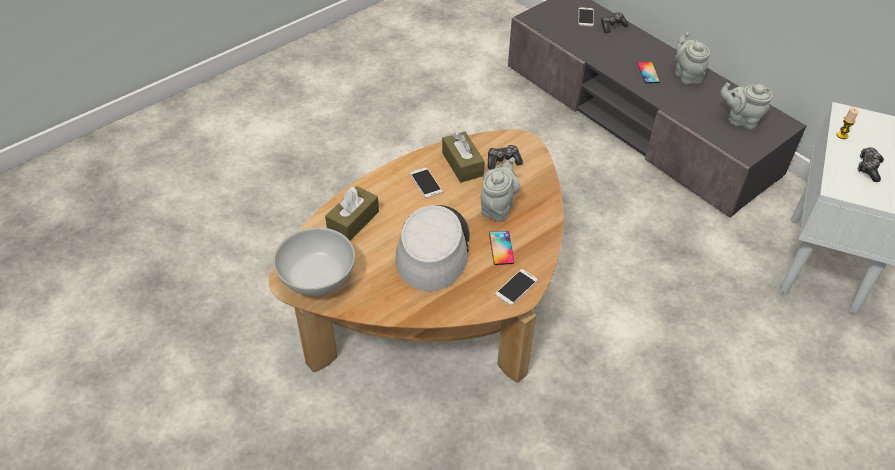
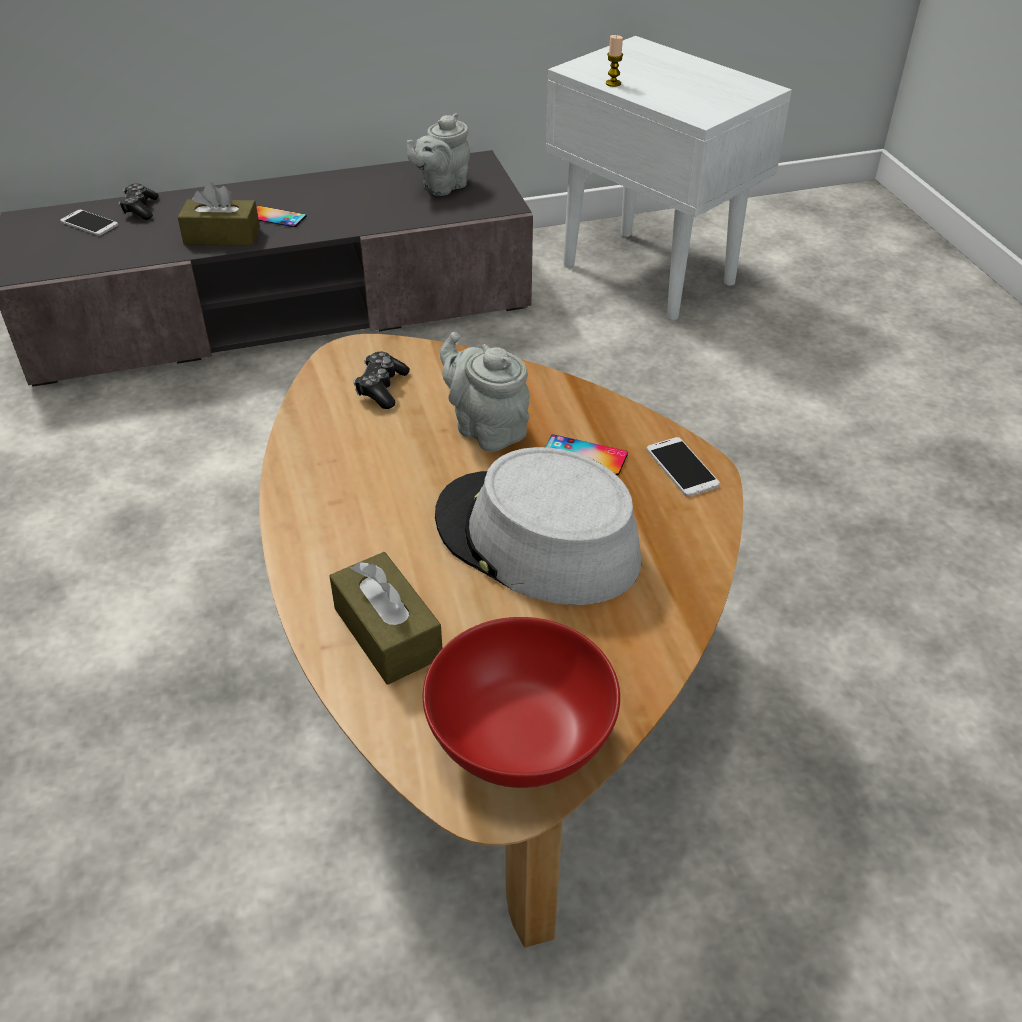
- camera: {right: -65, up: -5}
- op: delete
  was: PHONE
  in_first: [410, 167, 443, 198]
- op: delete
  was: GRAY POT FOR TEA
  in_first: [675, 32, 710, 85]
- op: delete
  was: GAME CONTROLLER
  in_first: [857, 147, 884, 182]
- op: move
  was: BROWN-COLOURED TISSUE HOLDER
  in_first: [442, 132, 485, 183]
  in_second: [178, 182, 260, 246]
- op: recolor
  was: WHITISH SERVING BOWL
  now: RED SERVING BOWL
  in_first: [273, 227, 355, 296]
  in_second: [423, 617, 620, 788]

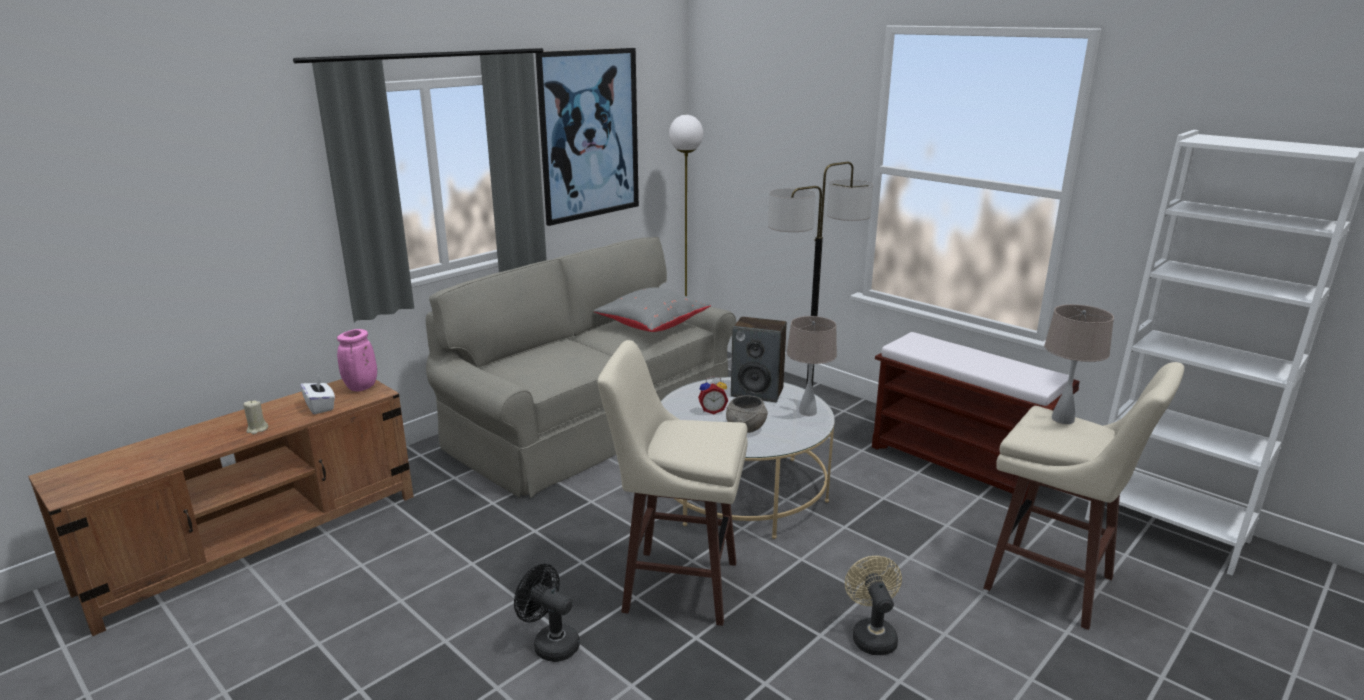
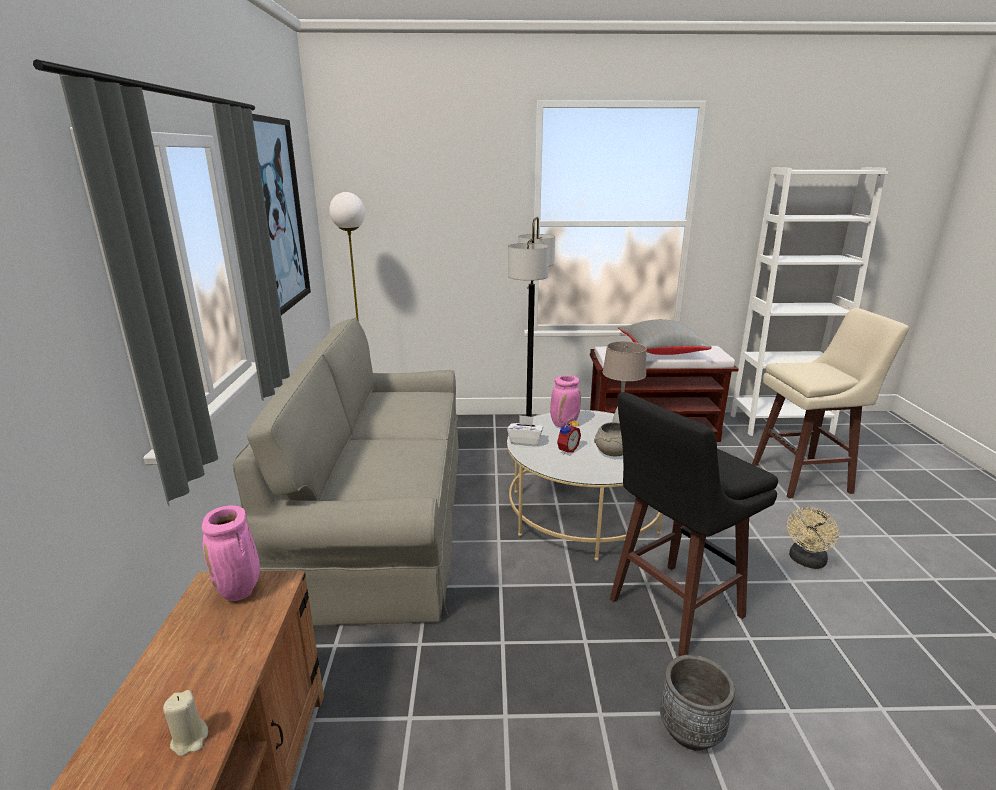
- camera: {right: -45, up: 0}
- op: delete
  was: BEIGE-COLOURED TABLE LAMP
  in_first: [1044, 304, 1114, 424]
- op: move
  was: WHITISH TISSUE HOLDER
  in_first: [300, 375, 335, 414]
  in_second: [507, 415, 543, 446]
- op: move
  was: GRAY CUSHION
  in_first: [594, 287, 711, 332]
  in_second: [618, 319, 712, 355]
- op: replace
  was: BLACK-COLOURED ELECTRIC FAN
  now: GRAY PLANTER
  in_first: [514, 564, 580, 662]
  in_second: [660, 655, 735, 751]
- op: replace
  was: AUDIO SPEAKER
  now: PINKISH FLOWER VASE
  in_first: [731, 316, 787, 402]
  in_second: [550, 375, 581, 427]
- op: recolor
  was: BEIGE-COLOURED STOOL SEAT
  now: BLACK-COLOURED STOOL SEAT
  in_first: [597, 340, 748, 626]
  in_second: [610, 392, 778, 656]
- op: rotate
  was: BEIGE-COLOURED ELECTRIC FAN
  in_first: [845, 556, 902, 655]
  in_second: [787, 507, 839, 569]
  clockwise: -90

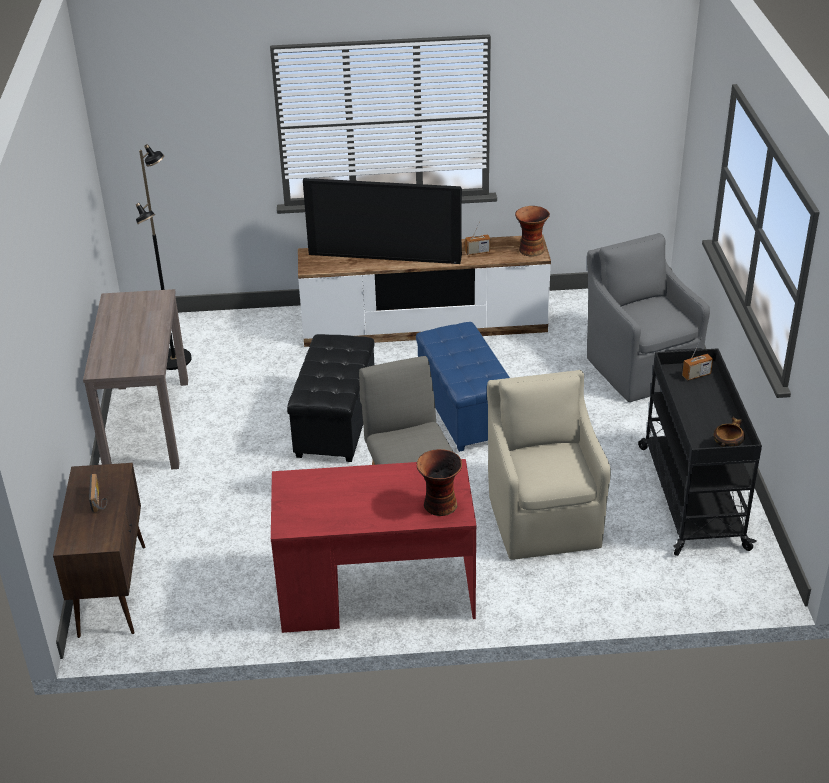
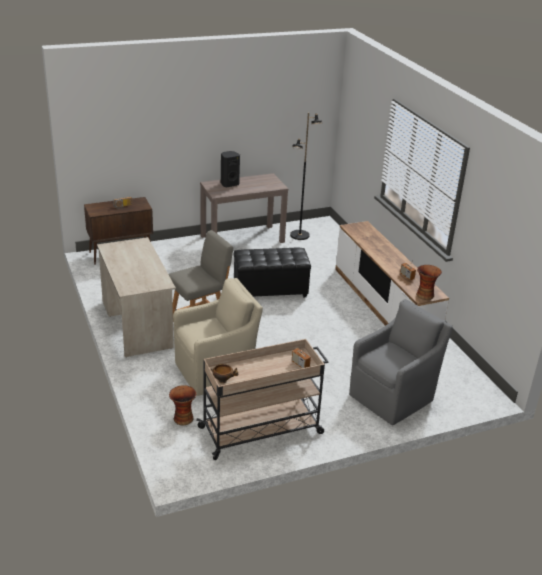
- camera: {right: 70, up: -5}
- op: delete
  was: TELEVISION
  in_first: [303, 178, 462, 264]
- op: delete
  was: BLUISH OTTOMAN
  in_first: [416, 322, 510, 452]
- op: insert
  now: BLACK-COLOURED AUDIO SPEAKER
  in_second: [221, 151, 240, 187]
- op: move
  was: FLOWER VASE
  in_first: [417, 449, 462, 516]
  in_second: [169, 385, 196, 426]
- op: recolor
  was: RED DESK
  now: BEIGE-COLOURED DESK
  in_first: [271, 459, 477, 633]
  in_second: [97, 237, 176, 357]
- op: recolor
  was: BLACK-COLOURED WHEELED CART
  now: BEIGE-COLOURED WHEELED CART
  in_first: [638, 348, 762, 556]
  in_second: [196, 339, 329, 460]

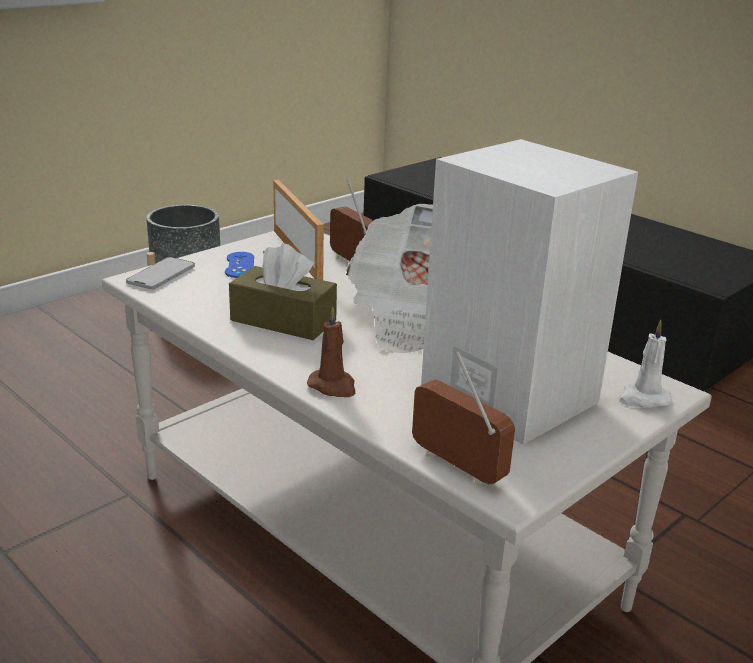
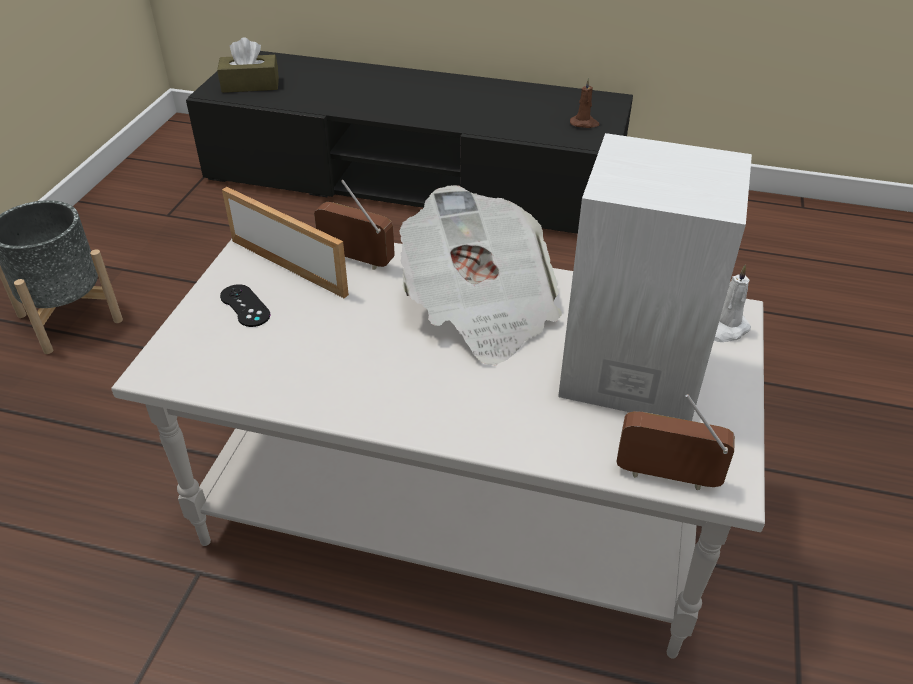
- camera: {right: -30, up: 15}
- op: delete
  was: PHONE
  in_first: [126, 257, 195, 290]
- op: move
  was: BROWN-COLOURED TISSUE HOLDER
  in_first: [229, 244, 337, 340]
  in_second: [217, 38, 279, 93]
- op: move
  was: BROWN-COLOURED WAX LIGHT
  in_first: [307, 307, 355, 397]
  in_second: [570, 78, 600, 128]
- op: recolor
  was: BLUISH GAME CONTROLLER
  now: BLACK-COLOURED GAME CONTROLLER
  in_first: [225, 252, 254, 278]
  in_second: [220, 284, 270, 327]

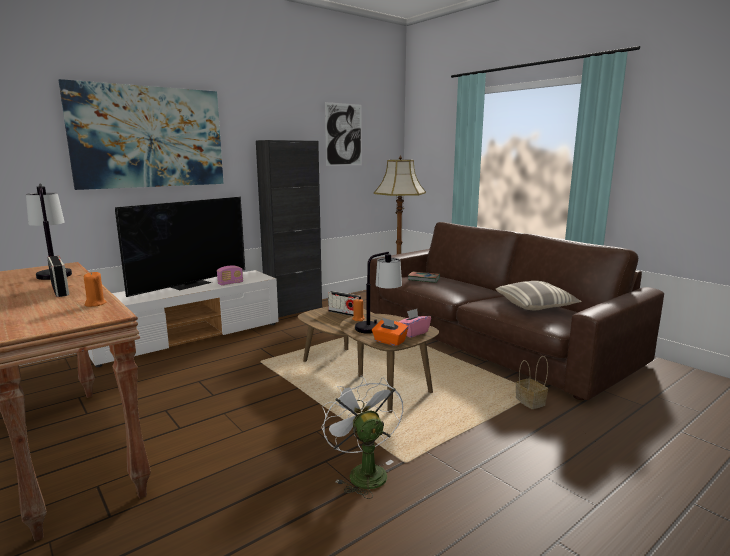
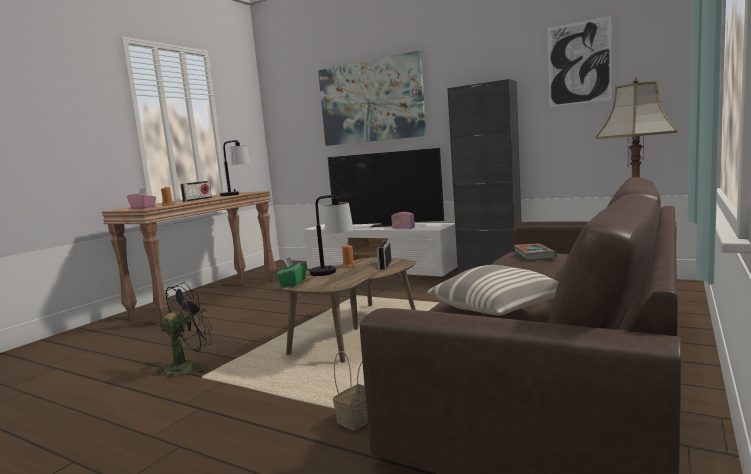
- camera: {right: 70, up: -5}
- op: move
  was: PINKISH TISSUE HOLDER
  in_first: [399, 309, 431, 338]
  in_second: [127, 188, 156, 209]
- op: recolor
  was: WHITISH ELECTRIC FAN
  now: BLACK-COLOURED ELECTRIC FAN
  in_first: [321, 375, 403, 499]
  in_second: [152, 282, 213, 376]
- op: recolor
  was: ORANGEY TISSUE HOLDER
  now: GREEN-COLOURED TISSUE HOLDER
  in_first: [372, 318, 408, 346]
  in_second: [276, 257, 306, 286]

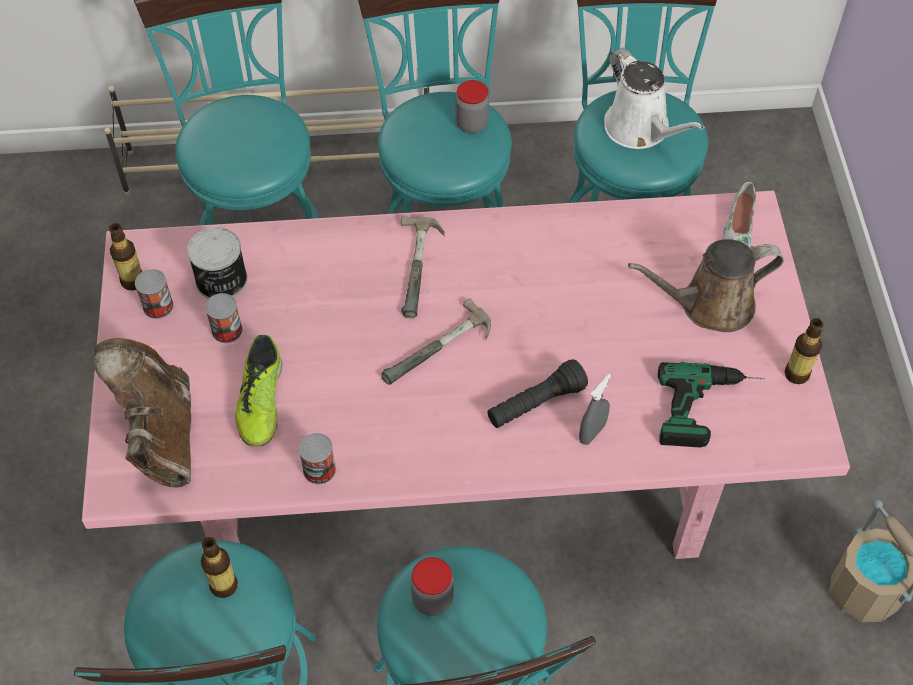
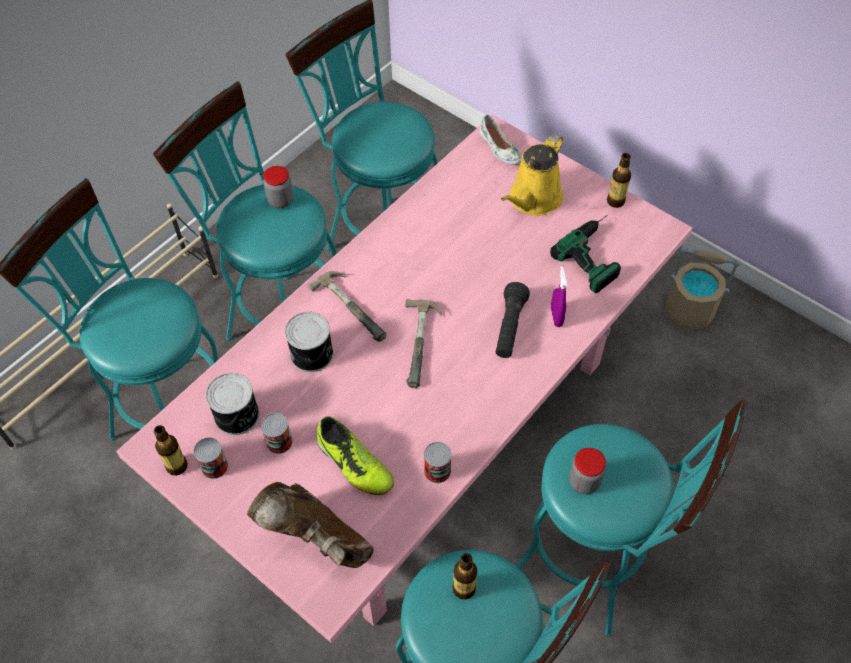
- camera: {right: -45, up: 0}
- op: delete
  was: WHITISH SPRINKLING CAN
  in_first: [604, 48, 704, 149]
- op: insert
  now: CAN
  in_second: [285, 312, 333, 372]
- op: recolor
  was: GRAY SPRAY BOTTLE
  now: PURPLE-COLOURED SPRAY BOTTLE
  in_first: [579, 374, 611, 445]
  in_second: [551, 266, 568, 327]
- op: recolor
  was: BROWN-COLOURED SPRINKLING CAN
  now: YELLOWISH SPRINKLING CAN
  in_first: [628, 239, 784, 332]
  in_second: [501, 134, 564, 216]

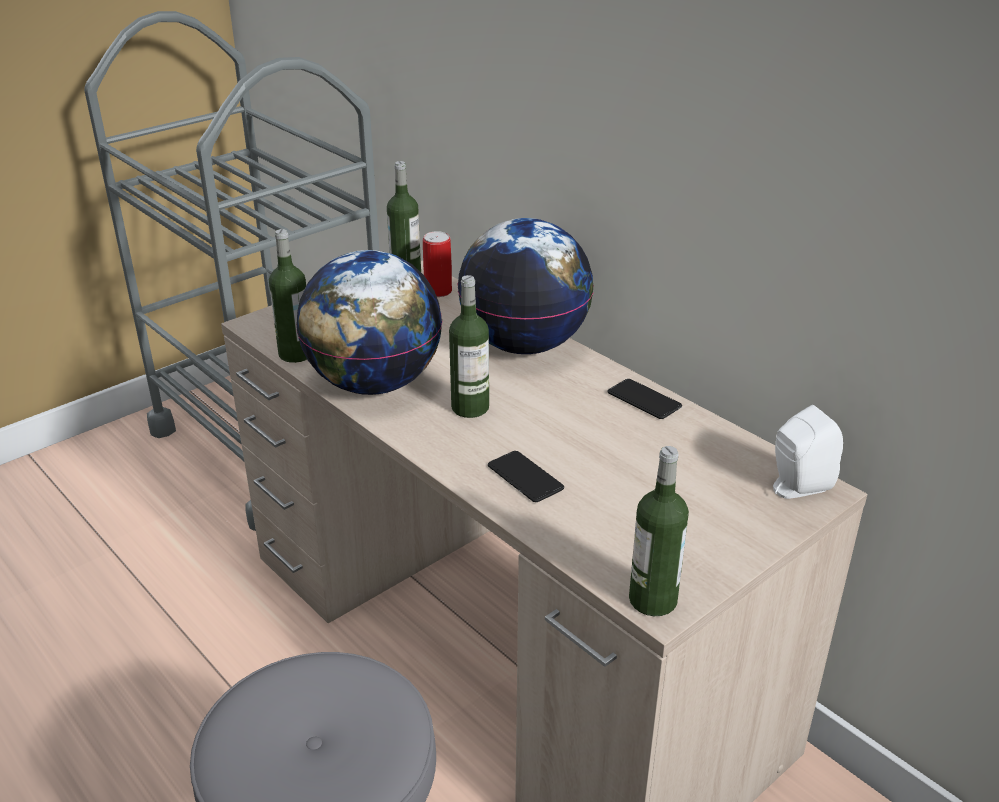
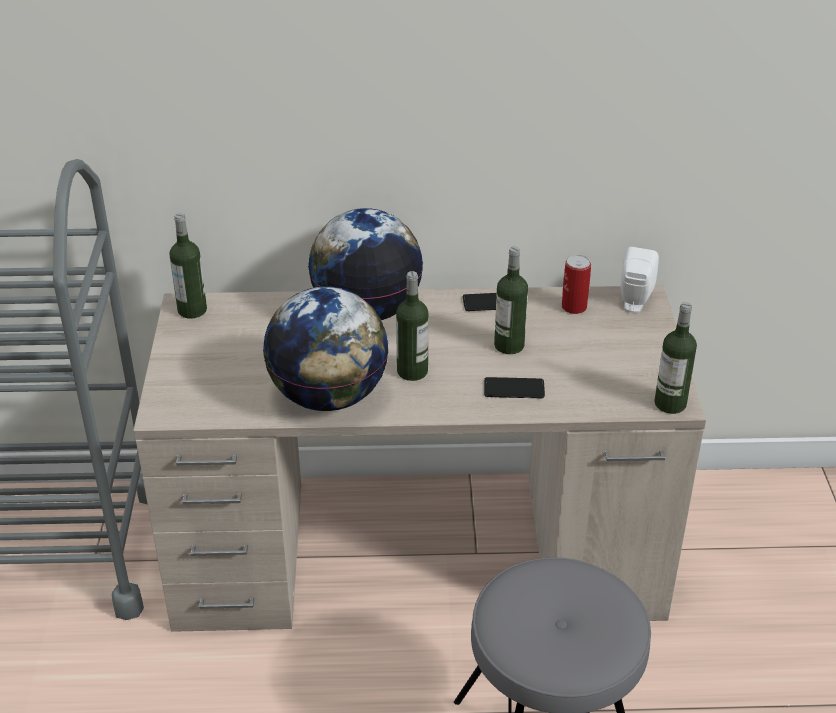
- camera: {right: -50, up: 5}
- op: move
  was: DRINK BOTTLE
  in_first: [269, 229, 307, 363]
  in_second: [494, 246, 528, 354]
- op: move
  was: CAN
  in_first: [423, 231, 452, 297]
  in_second: [562, 255, 591, 314]

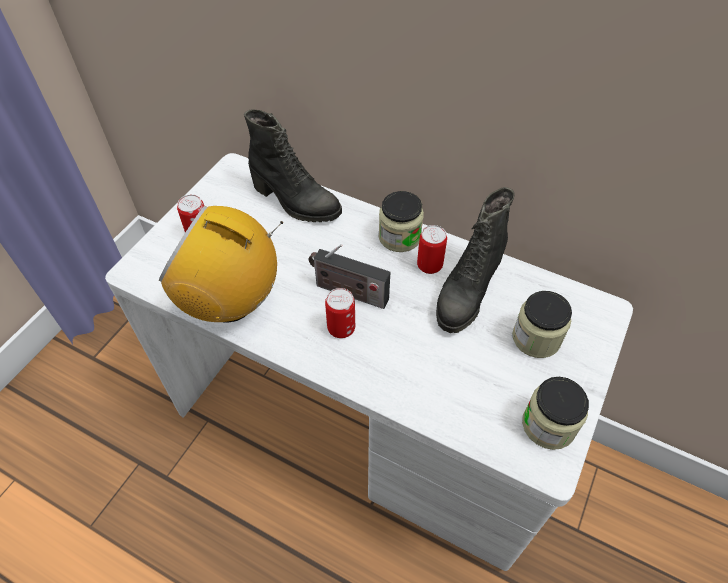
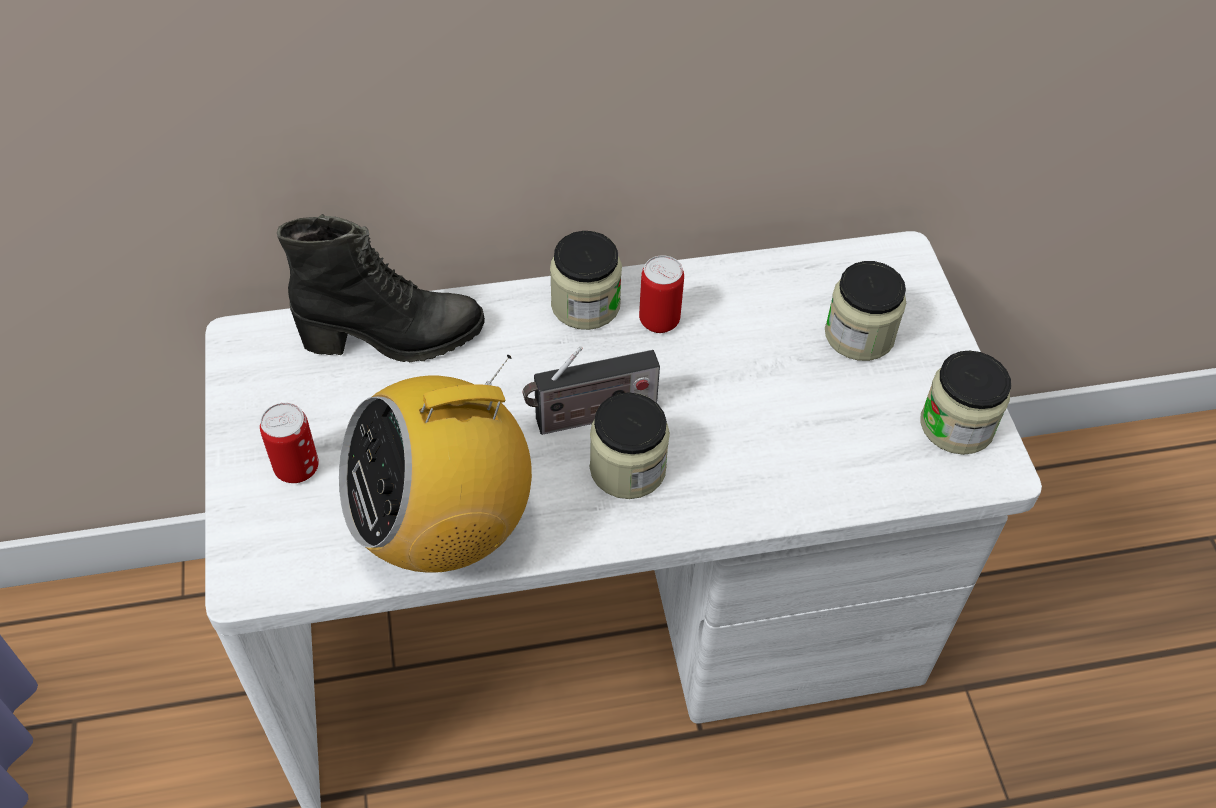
- camera: {right: -40, up: 0}
- op: delete
  was: BLACK-COLOURED TALL BOOT
  in_first: [436, 187, 515, 333]
- op: replace
  was: CAN
  now: JAR
  in_first: [325, 288, 355, 338]
  in_second: [590, 392, 670, 499]

